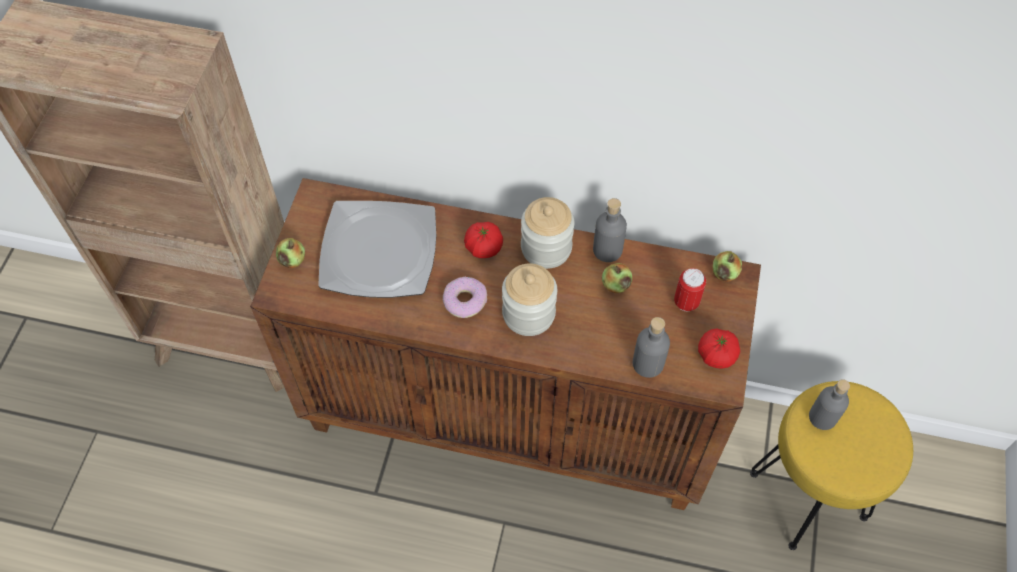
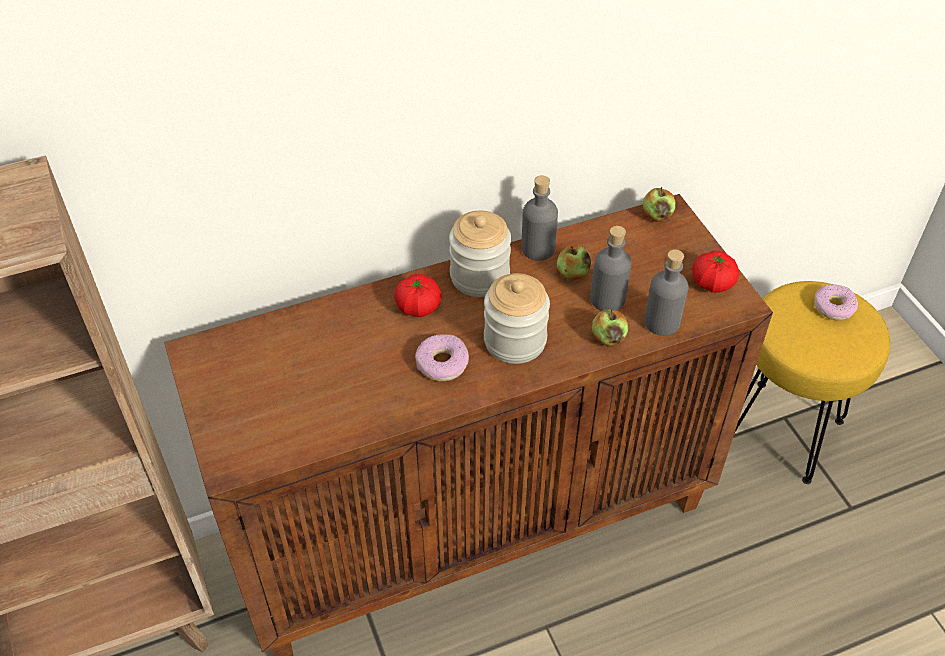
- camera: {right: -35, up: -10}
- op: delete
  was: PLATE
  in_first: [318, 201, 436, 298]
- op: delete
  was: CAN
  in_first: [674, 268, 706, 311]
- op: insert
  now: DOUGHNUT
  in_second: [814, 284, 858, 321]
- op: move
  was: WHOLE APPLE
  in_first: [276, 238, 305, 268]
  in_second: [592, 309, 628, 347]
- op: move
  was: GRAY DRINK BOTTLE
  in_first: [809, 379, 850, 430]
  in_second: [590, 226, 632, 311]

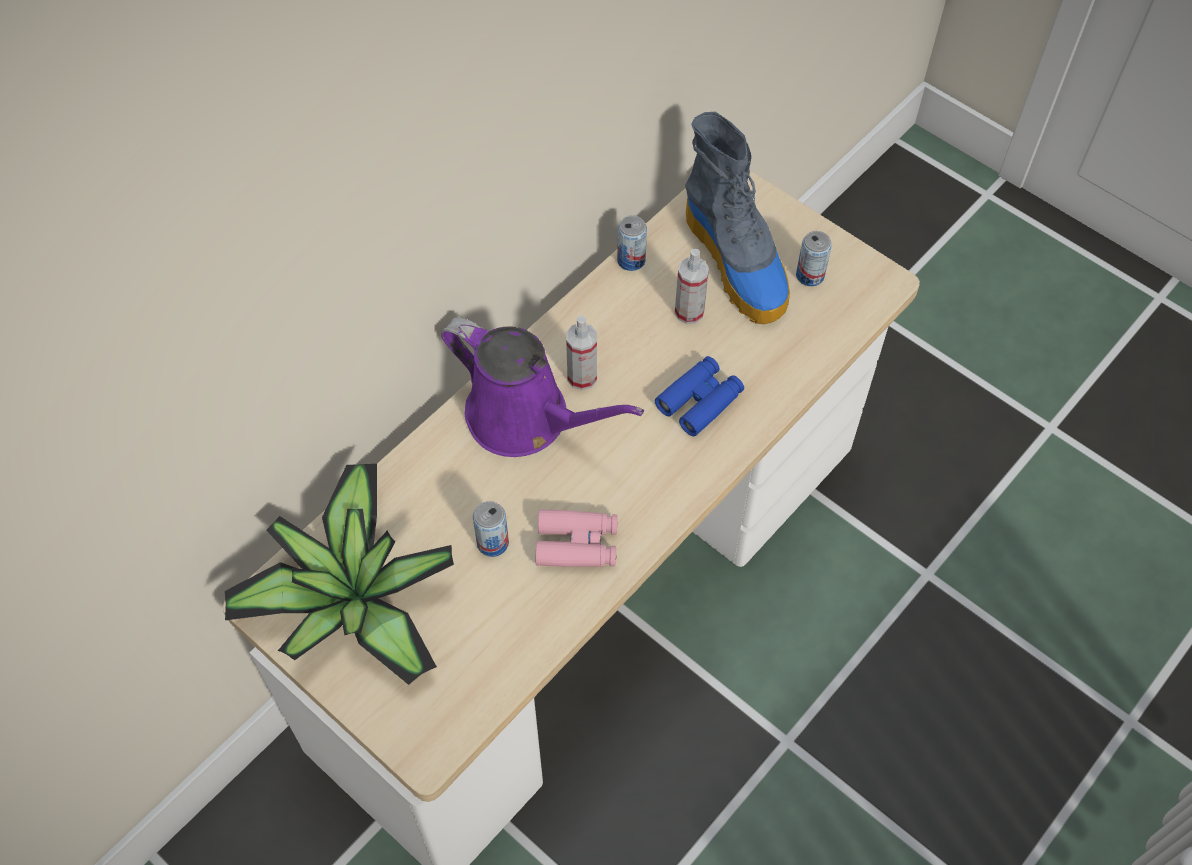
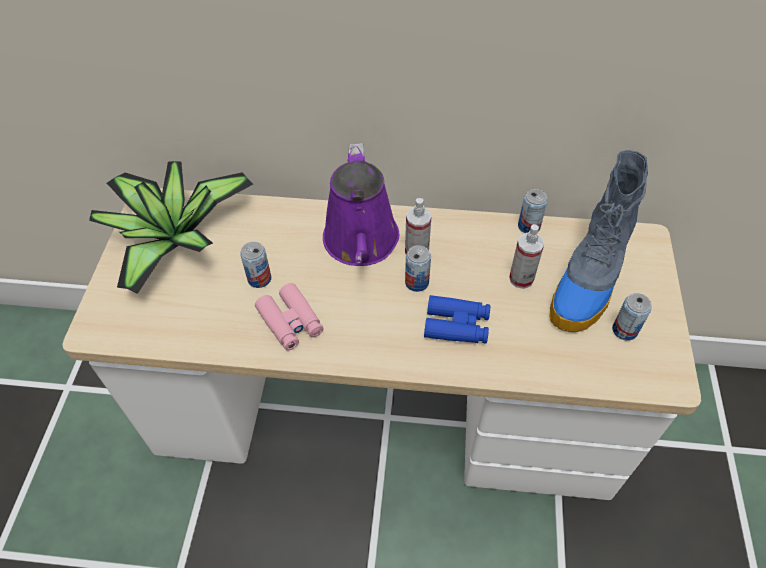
- camera: {right: 55, up: -5}
- op: insert
  now: CAN
  in_second: [405, 245, 431, 292]

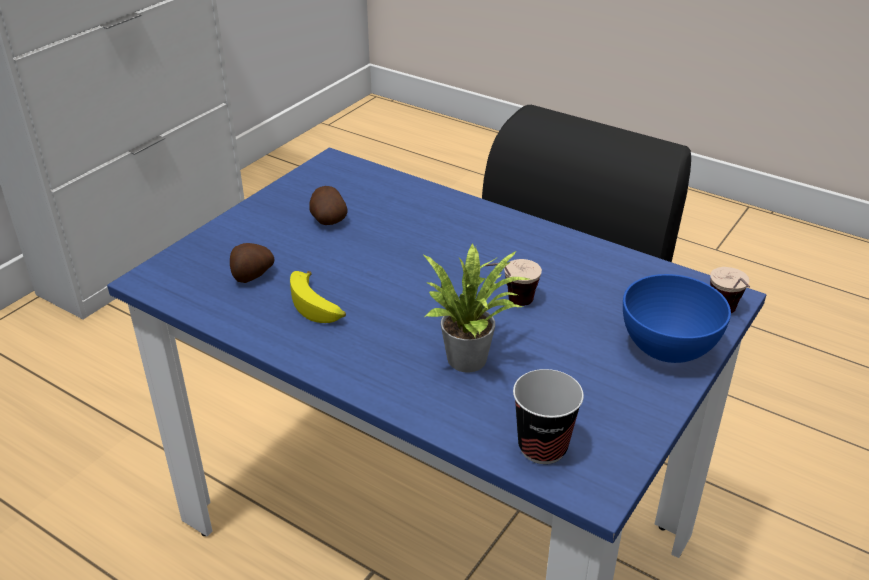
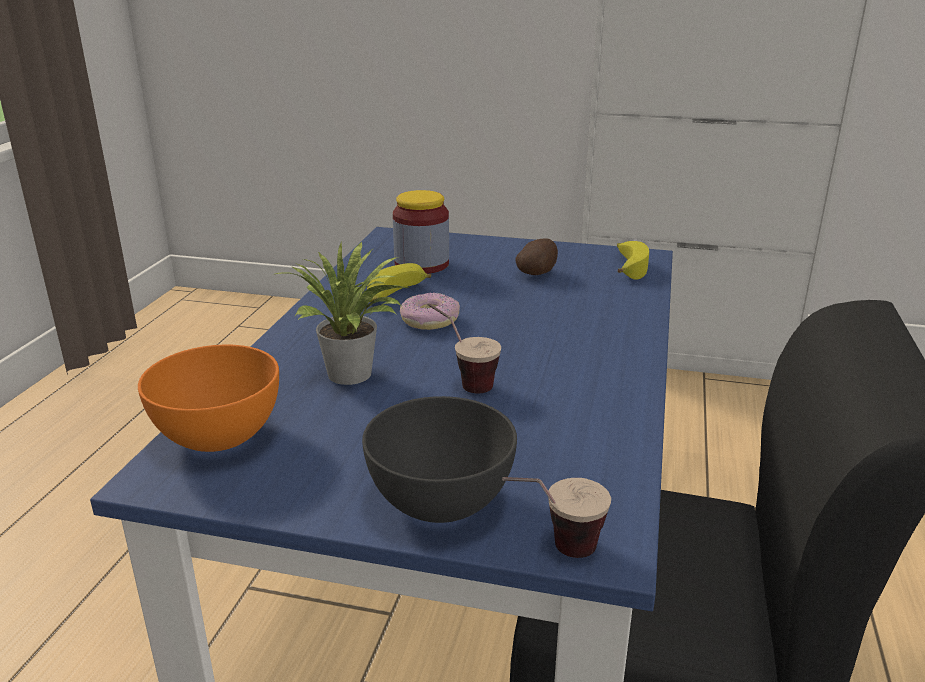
- camera: {right: 70, up: -10}
- op: insert
  now: DOUGHNUT
  in_second: [400, 292, 460, 330]
- op: insert
  now: BANANA
  in_second: [617, 241, 649, 280]
- op: replace
  was: WHOLE POTATO
  now: JAR
  in_first: [230, 243, 275, 283]
  in_second: [393, 190, 449, 274]
- op: replace
  was: DRINKING CUP
  now: ORANGEY SERVING BOWL
  in_first: [513, 369, 584, 464]
  in_second: [138, 345, 279, 452]
- op: recolor
  was: BLUISH SERVING BOWL
  now: GRAY SERVING BOWL
  in_first: [623, 274, 731, 363]
  in_second: [362, 396, 517, 523]

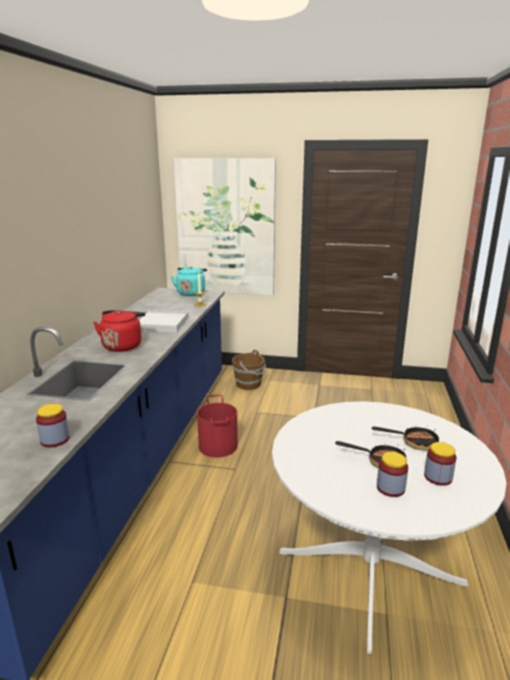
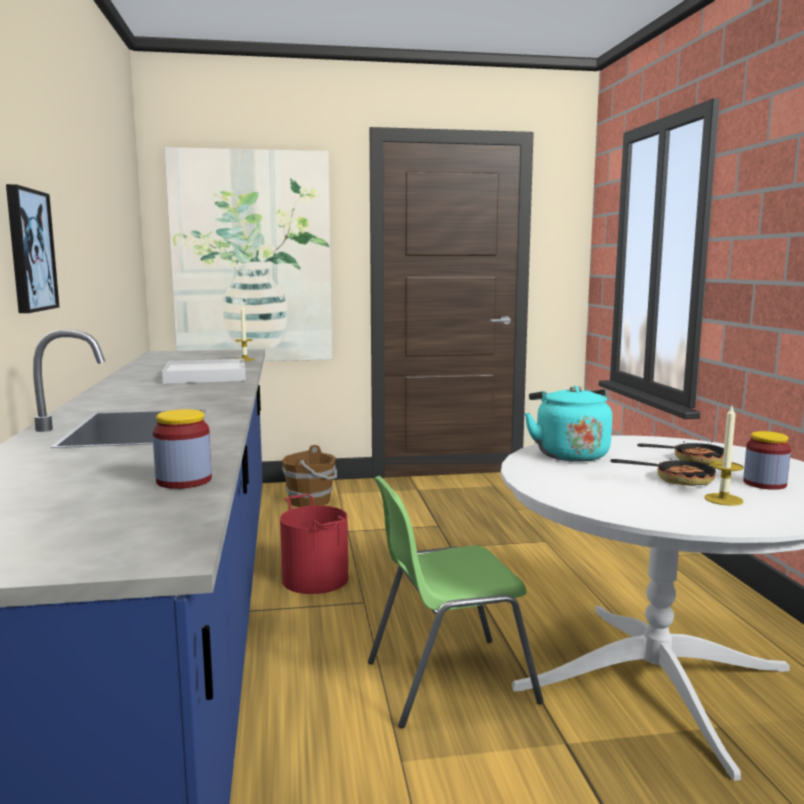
- camera: {right: -20, up: -10}
- op: delete
  was: RED WATER KETTLE
  in_first: [93, 310, 145, 352]
- op: insert
  now: WALL PICTURE
  in_second: [6, 184, 59, 313]
- op: insert
  now: GREEN-COLOURED PLAIN CHAIR
  in_second: [368, 476, 544, 728]
- op: move
  was: TURQUOISE WATER KETTLE
  in_first: [171, 266, 207, 296]
  in_second: [524, 386, 612, 462]
- op: replace
  was: JAR
  now: WAX LIGHT
  in_first: [377, 452, 408, 497]
  in_second: [704, 406, 744, 506]

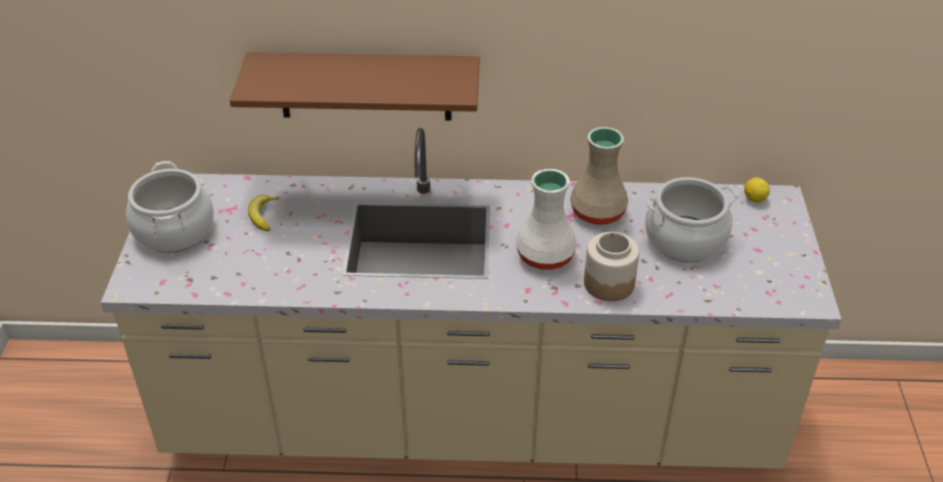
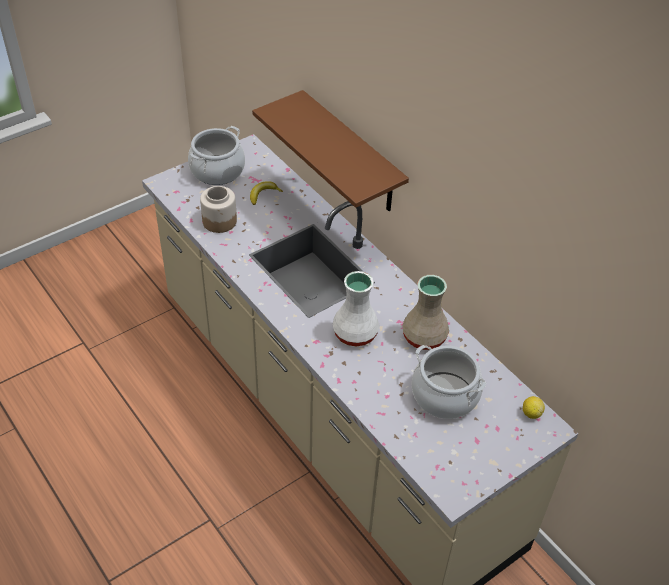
- camera: {right: 50, up: 5}
- op: move
  was: JAR
  in_first: [584, 232, 639, 301]
  in_second: [200, 186, 237, 233]

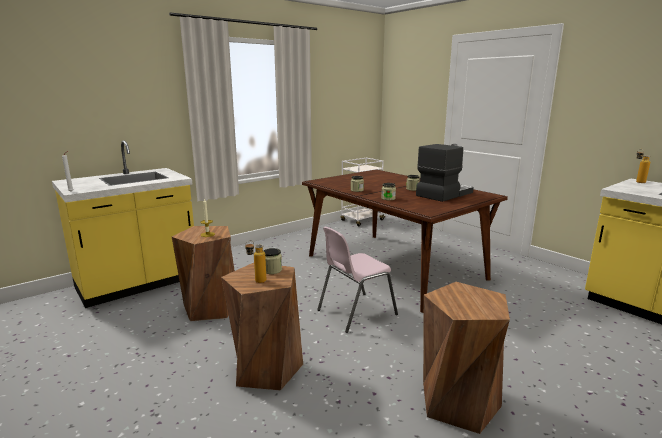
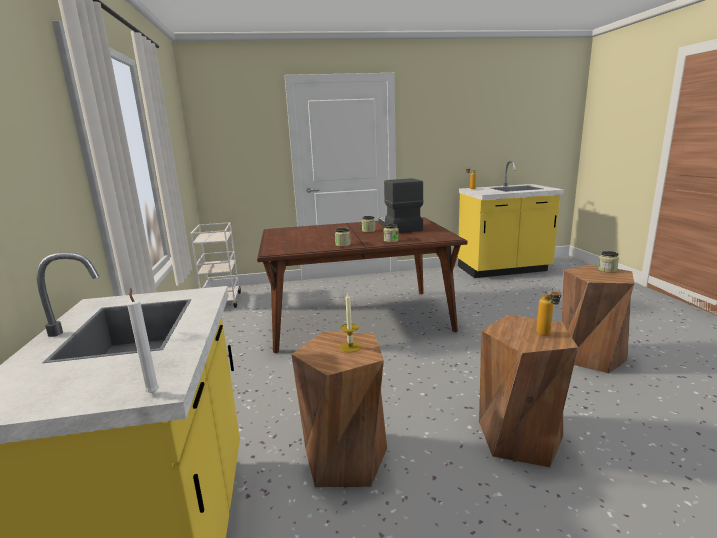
- camera: {right: -60, up: 0}
- op: delete
  was: PINKISH PLAIN CHAIR
  in_first: [317, 227, 398, 333]
- op: move
  was: JAR
  in_first: [264, 248, 282, 274]
  in_second: [598, 251, 619, 273]

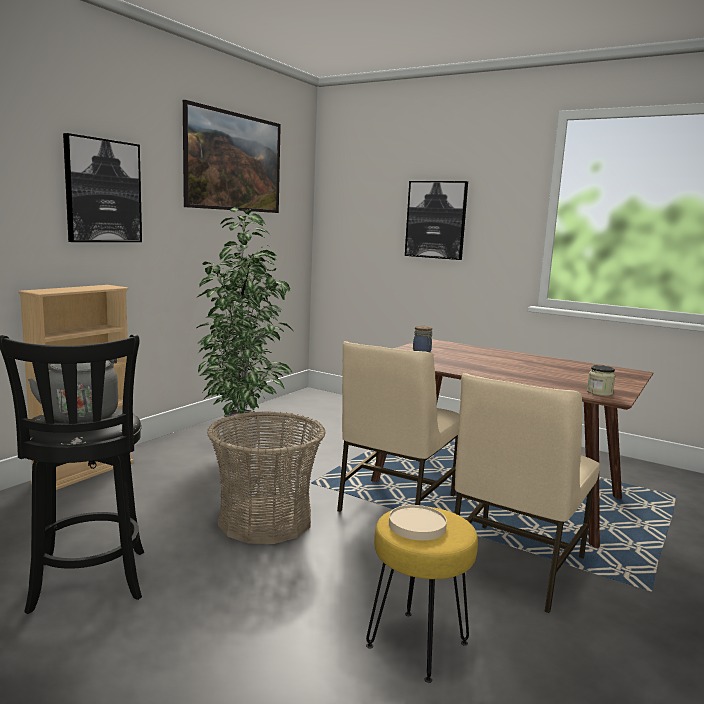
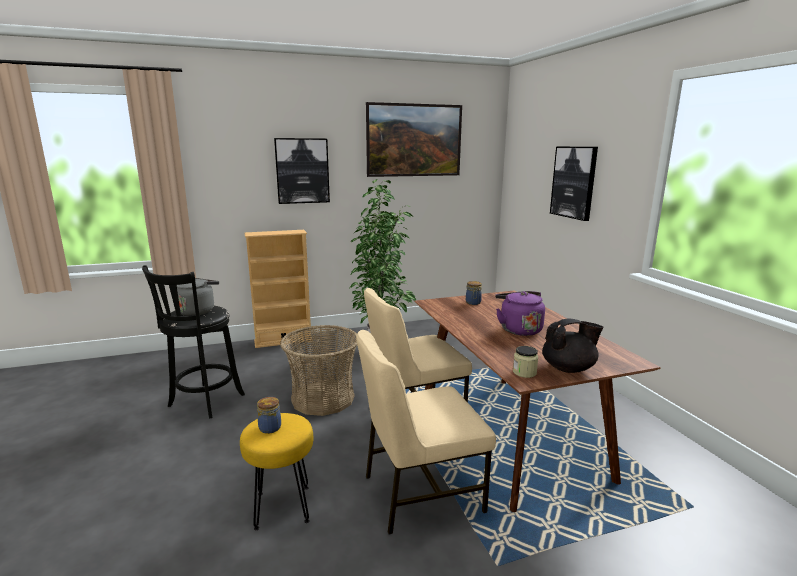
- camera: {right: 40, up: 5}
- op: insert
  now: PURPLE-COLOURED WATER KETTLE
  in_second: [495, 291, 545, 336]
- op: insert
  now: BLACK-COLOURED POT FOR TEA
  in_second: [542, 318, 604, 373]
- op: replace
  was: BEIGE-COLOURED PLATE
  now: JAR
  in_first: [389, 505, 447, 541]
  in_second: [257, 397, 281, 434]

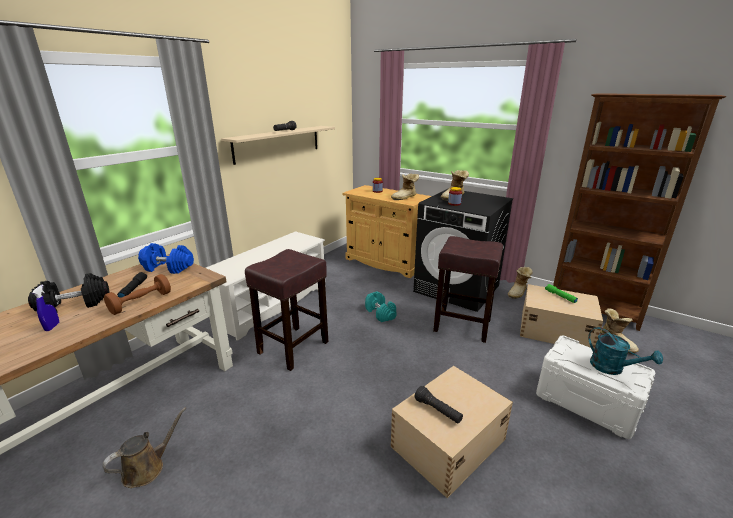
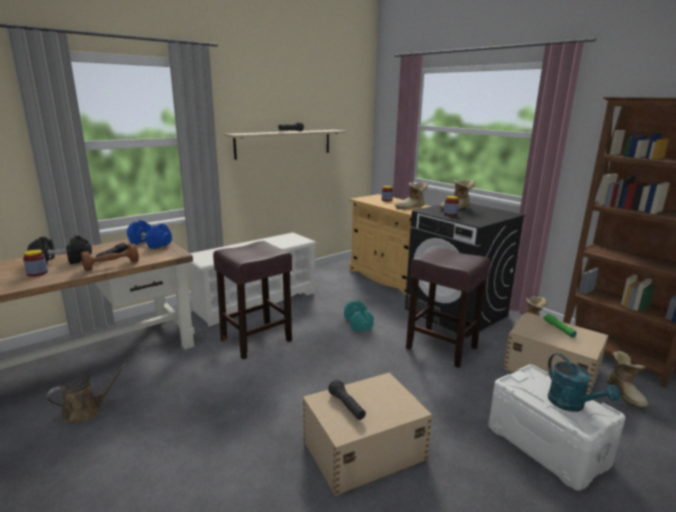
- camera: {right: 15, up: -5}
- op: replace
  was: BLUISH SPRAY BOTTLE
  now: JAR
  in_first: [32, 285, 59, 331]
  in_second: [23, 249, 48, 277]

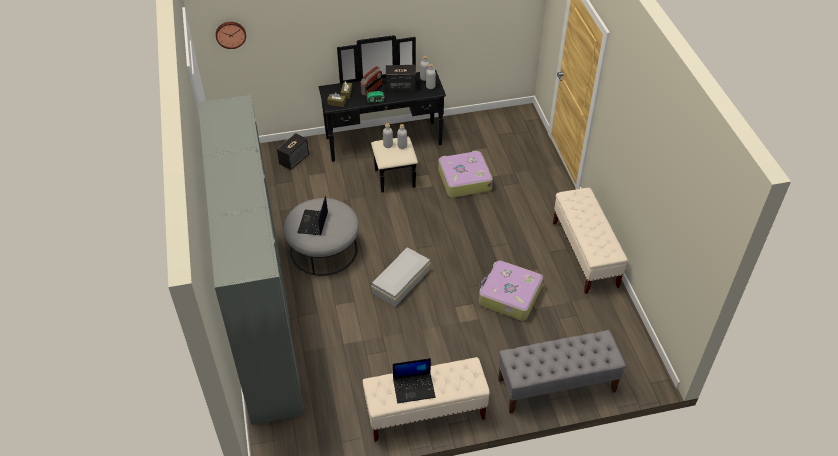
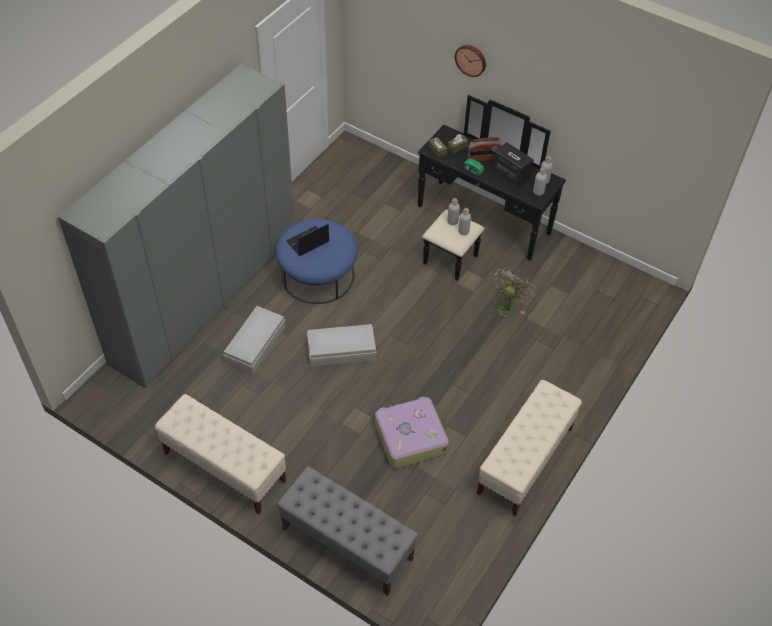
- camera: {right: 45, up: 5}
- op: delete
  was: AUDIO SPEAKER
  in_first: [277, 133, 309, 170]
- op: delete
  was: NOTEBOOK COMPUTER
  in_first: [393, 358, 436, 403]
- op: insert
  now: WHITISH STORAGE BIN
  in_second: [223, 306, 285, 374]
- op: move
  was: WALL CLOCK
  in_first: [216, 22, 246, 49]
  in_second: [455, 45, 486, 77]
- op: replace
  was: PIECE OF LUGGAGE
  now: GREEN-COLOURED ELECTRIC FAN
  in_first: [438, 151, 493, 198]
  in_second: [490, 267, 535, 319]
- op: recolor
  was: GRAY OTTOMAN
  now: BLUISH OTTOMAN
  in_first: [284, 198, 359, 276]
  in_second: [276, 219, 358, 304]

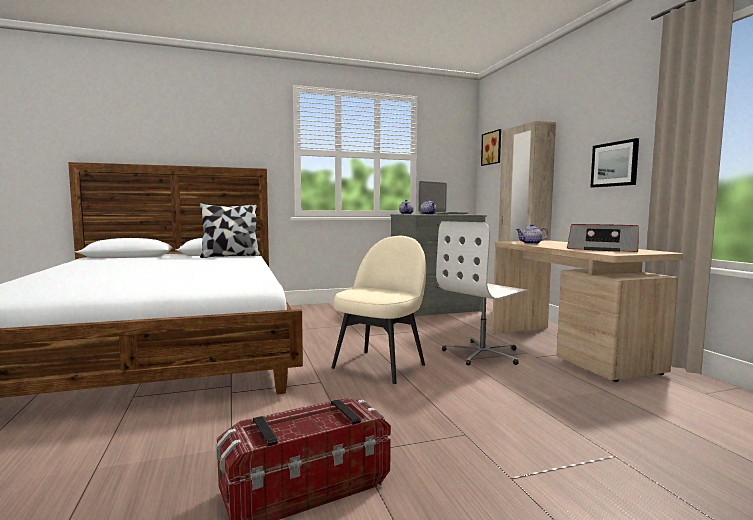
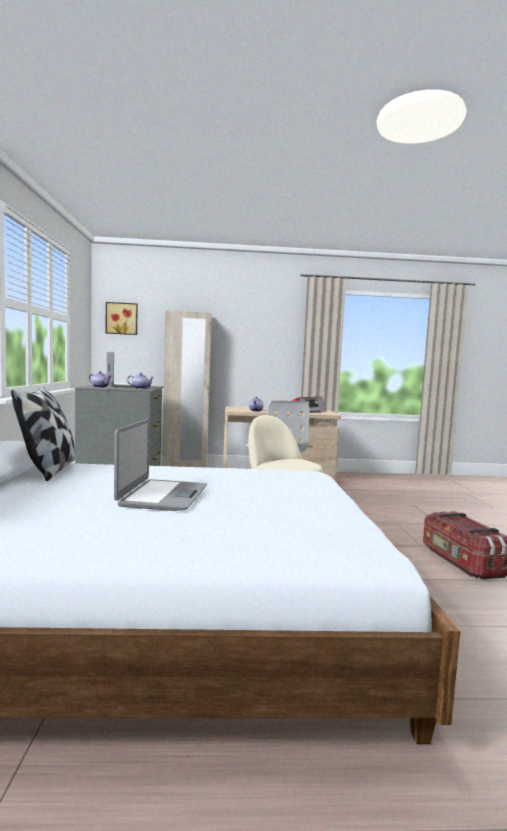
- camera: {right: -75, up: 0}
- op: delete
  was: WALL PICTURE
  in_first: [590, 138, 639, 187]
- op: insert
  now: NOTEBOOK COMPUTER
  in_second: [114, 419, 207, 511]

